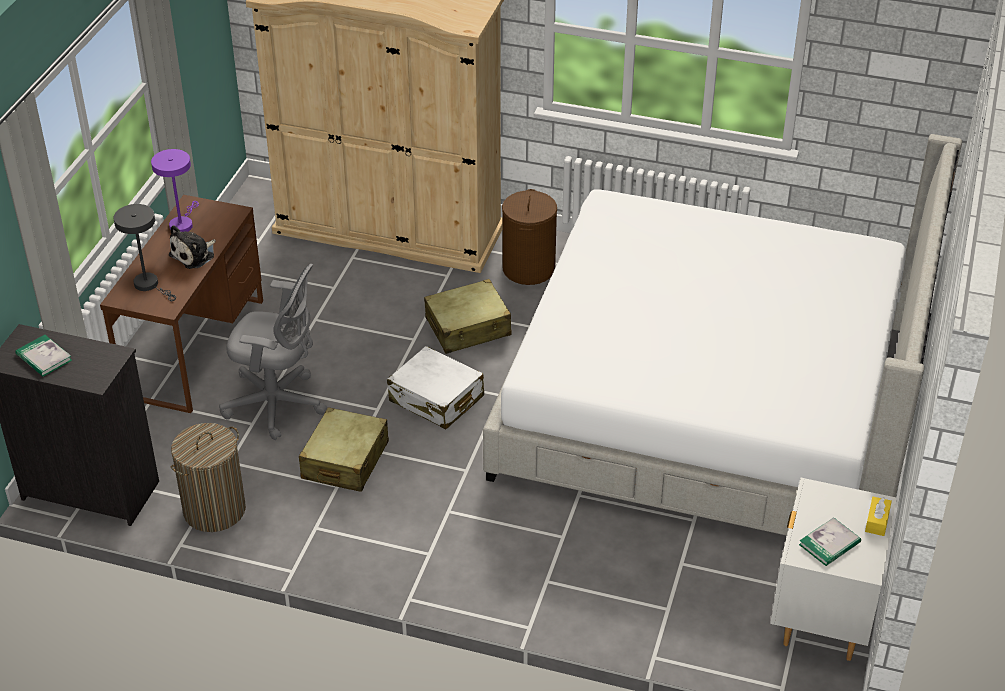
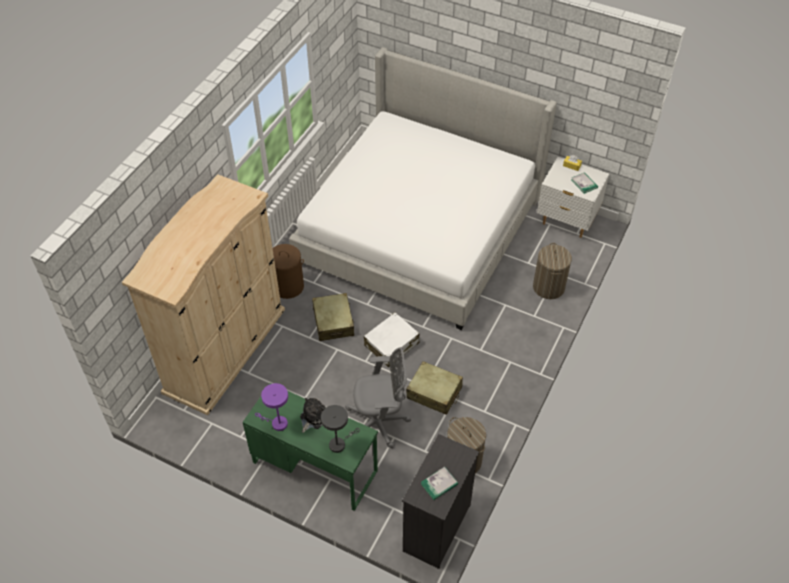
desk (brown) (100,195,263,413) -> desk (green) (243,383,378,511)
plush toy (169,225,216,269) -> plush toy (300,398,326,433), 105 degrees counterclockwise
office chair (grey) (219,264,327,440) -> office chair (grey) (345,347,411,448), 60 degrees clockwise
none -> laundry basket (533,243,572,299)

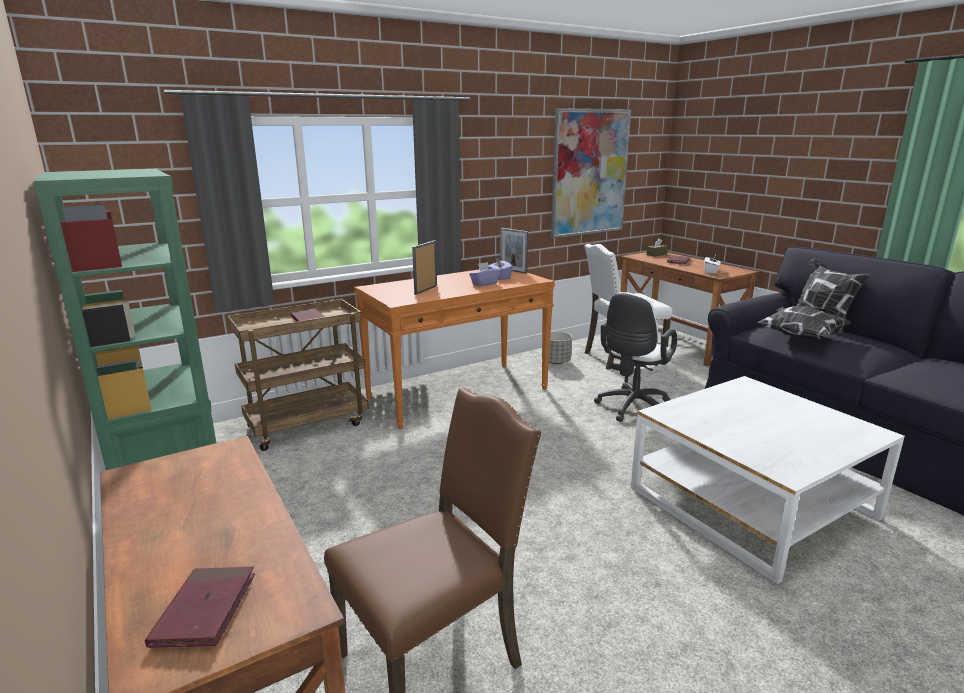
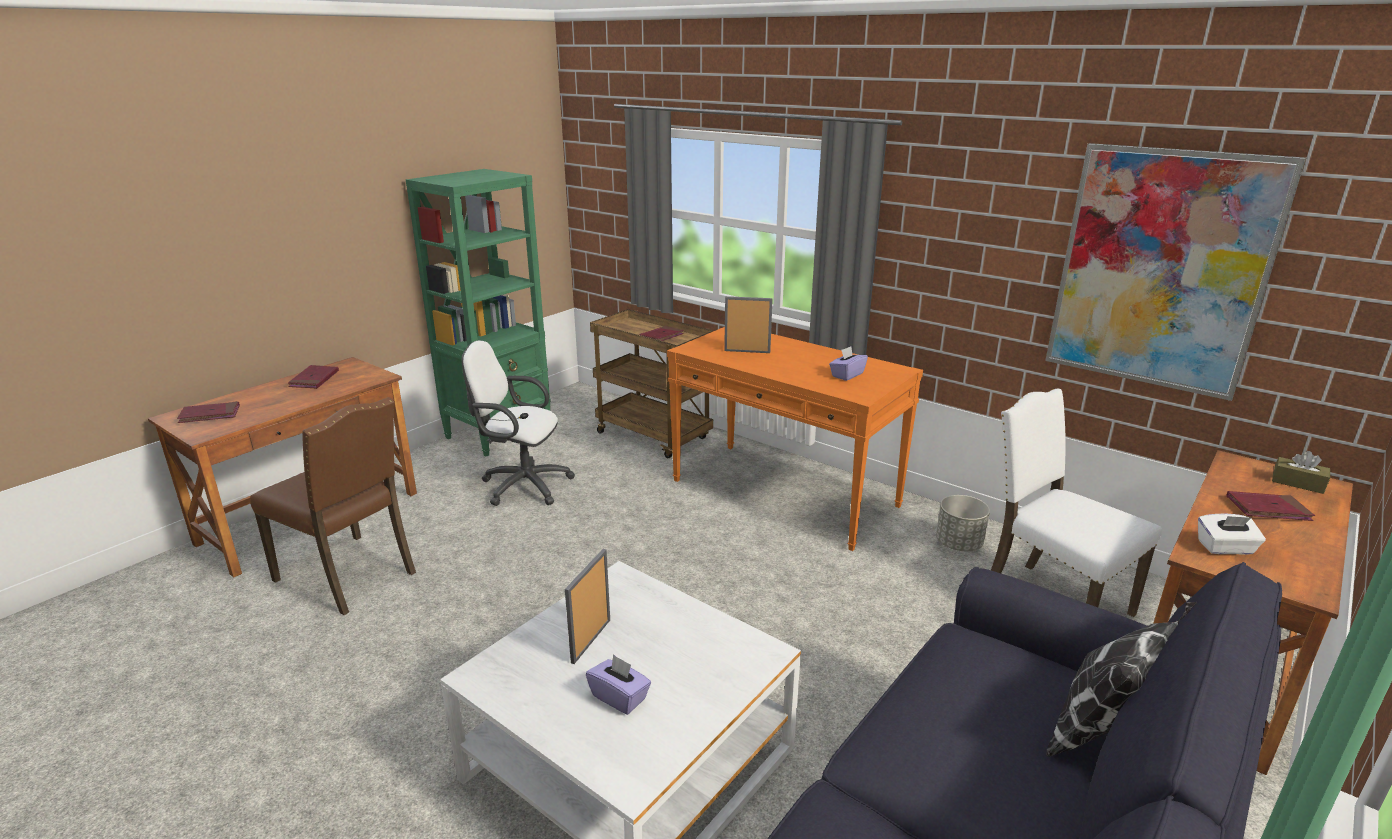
none -> book (red) (288,365,339,389)
office chair (white) (594,292,677,422) -> office chair (white) (462,340,575,506), move
picture frame (500,228,528,274) -> picture frame (565,549,610,664), move
tissue box (purple) (469,262,500,286) -> tissue box (purple) (586,654,651,715), move
pillow (757,306,851,339) -> none

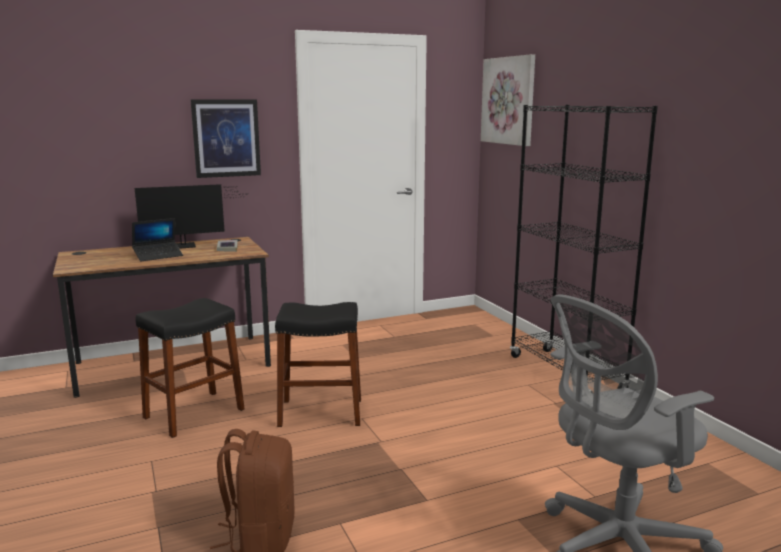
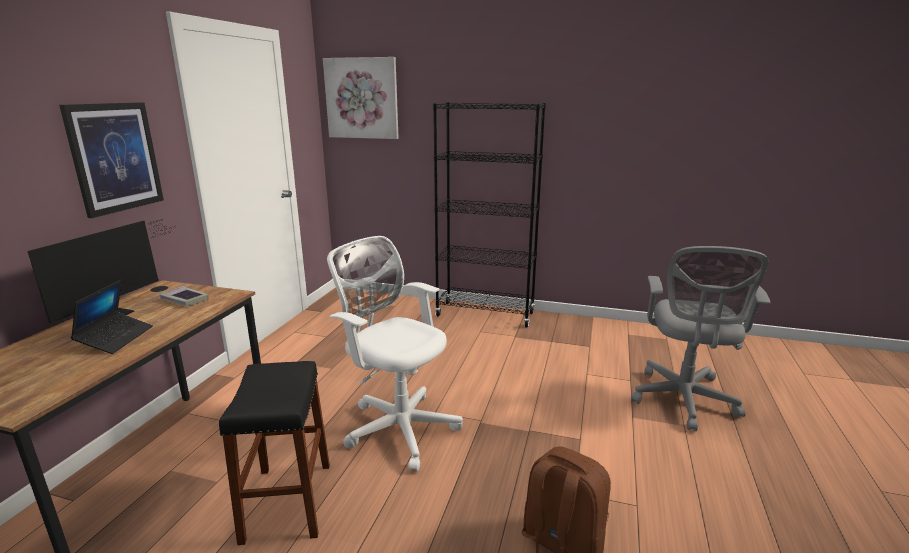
stool (black) (275,302,361,427) -> office chair (white) (327,236,463,472)

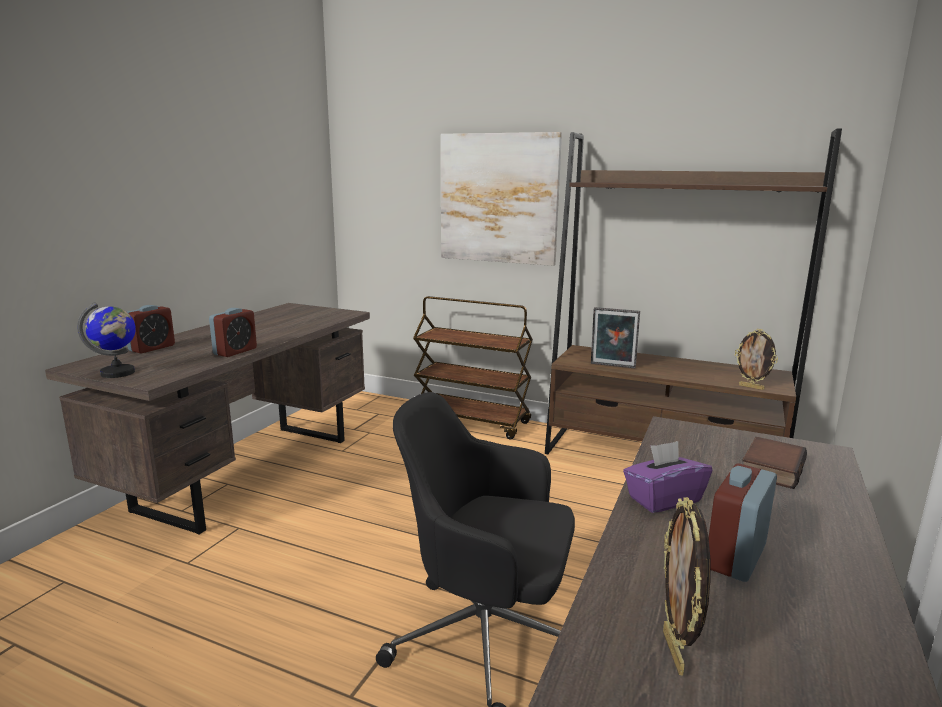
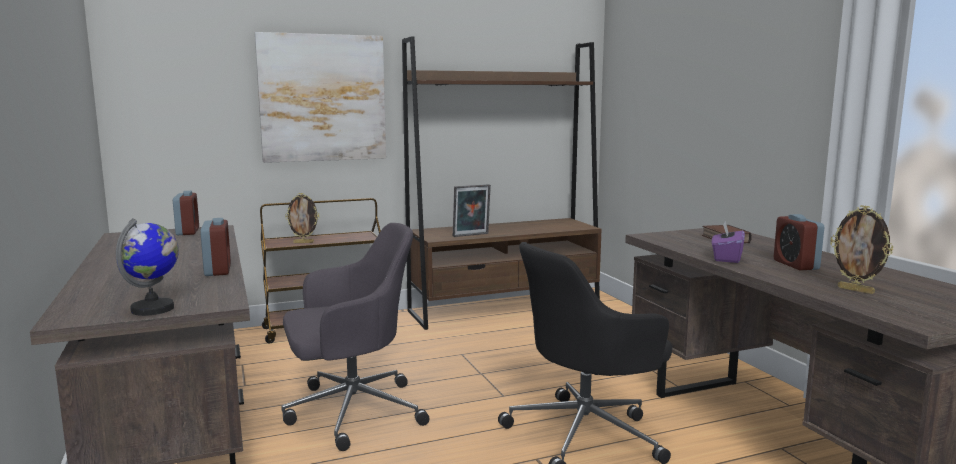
alarm clock (127,305,175,354) -> alarm clock (173,191,199,235), move
none -> office chair (grey) (282,223,430,451)
picture frame (735,329,778,390) -> picture frame (285,193,320,243), move

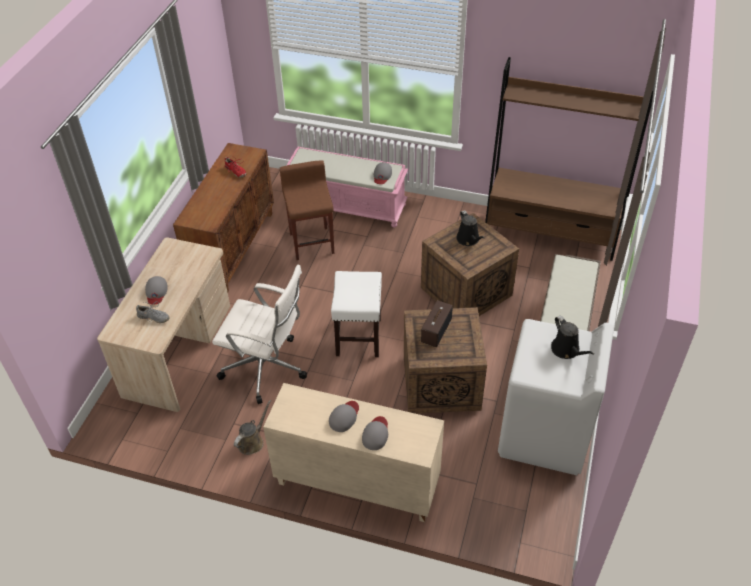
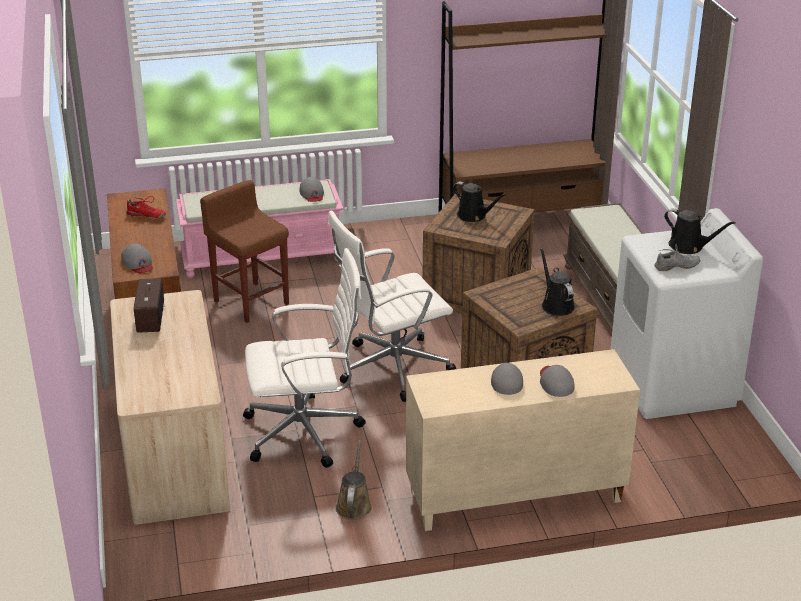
cap (grey) (145,276,168,305) -> cap (grey) (121,243,153,273), move
radio (421,300,453,347) -> radio (134,278,165,332), move
stool (white) (331,271,382,357) -> office chair (white) (328,210,456,402)
none -> watering can (black) (540,248,575,316)
shoe (grey) (136,301,170,323) -> shoe (grey) (654,244,700,271), move

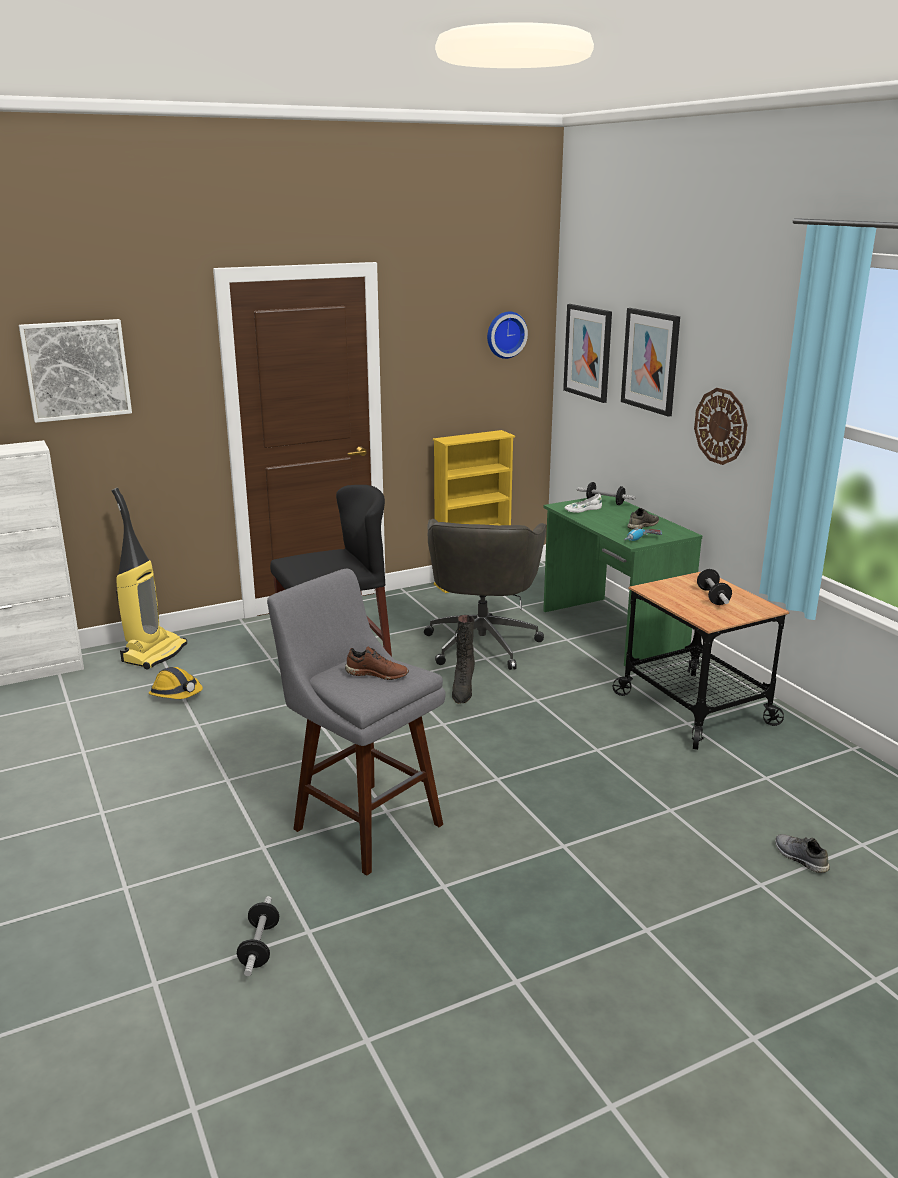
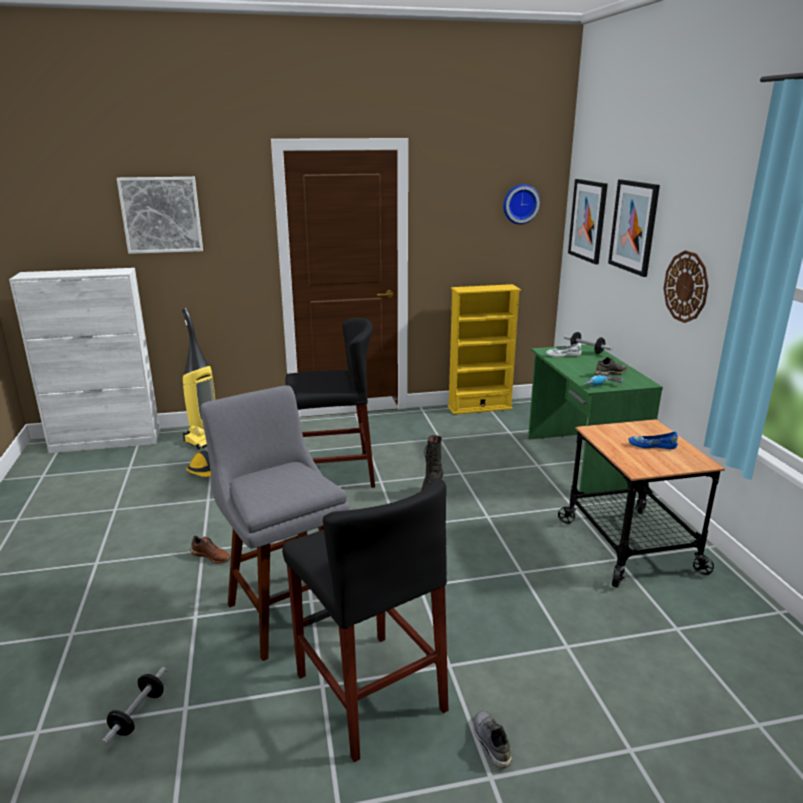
shoe (brown) (345,646,409,680) -> shoe (brown) (190,536,231,564), move
none -> stool (black) (282,478,449,763)
shoe (grey) (775,834,830,873) -> shoe (grey) (473,710,512,768), move
dumbbell (697,569,732,605) -> shoe (blue) (628,432,678,449)
office chair (grey) (424,519,546,670) -> none

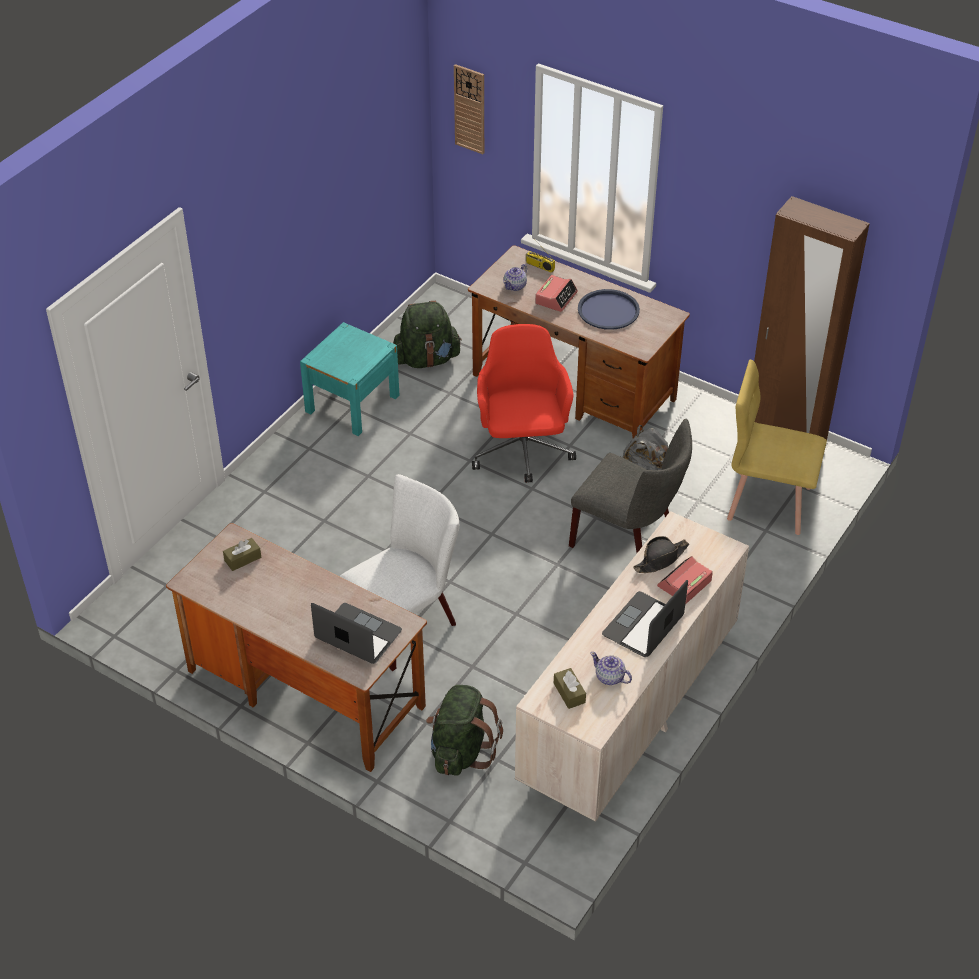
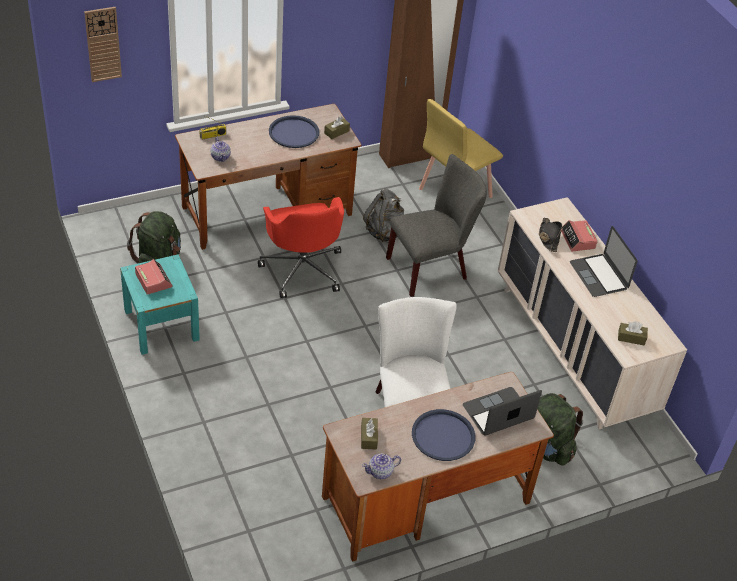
alarm clock (535,275,578,312) -> alarm clock (135,259,173,295), move
office chair (red) (472,324,576,483) -> office chair (red) (258,197,344,298), 135 degrees counterclockwise
none -> tissue box (brown) (324,116,350,139)
teapot (590,652,632,685) -> teapot (362,453,401,479), move
none -> tray (blue) (412,409,475,461)

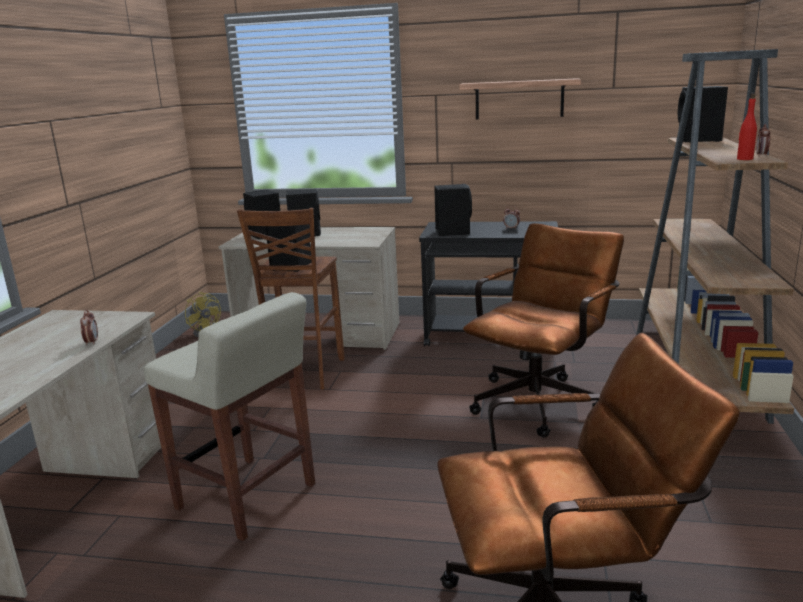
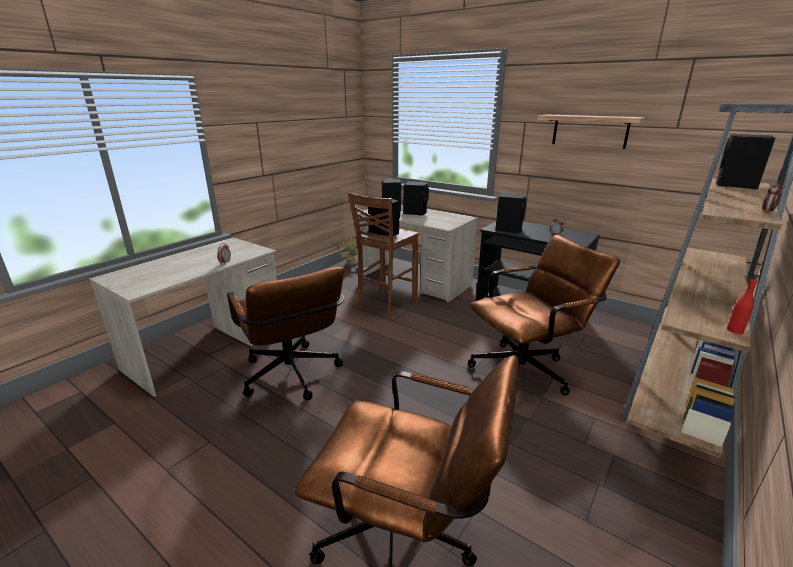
stool (beige) (144,292,315,541) -> office chair (brown) (227,267,345,400)
bottle (red) (737,93,757,160) -> bottle (red) (727,274,758,334), move

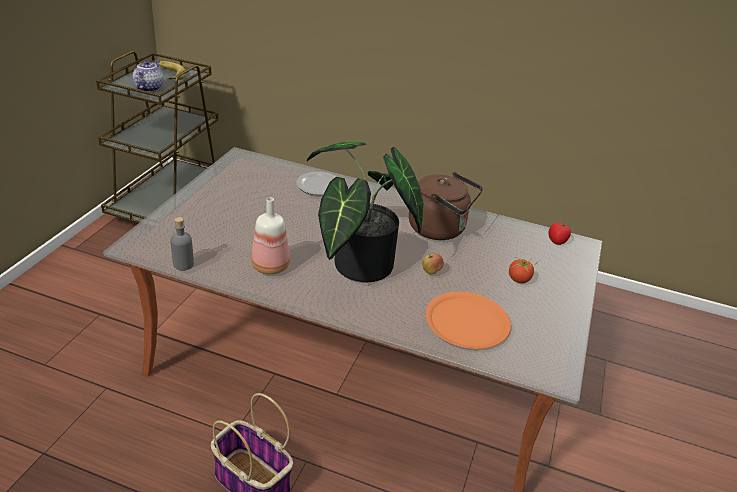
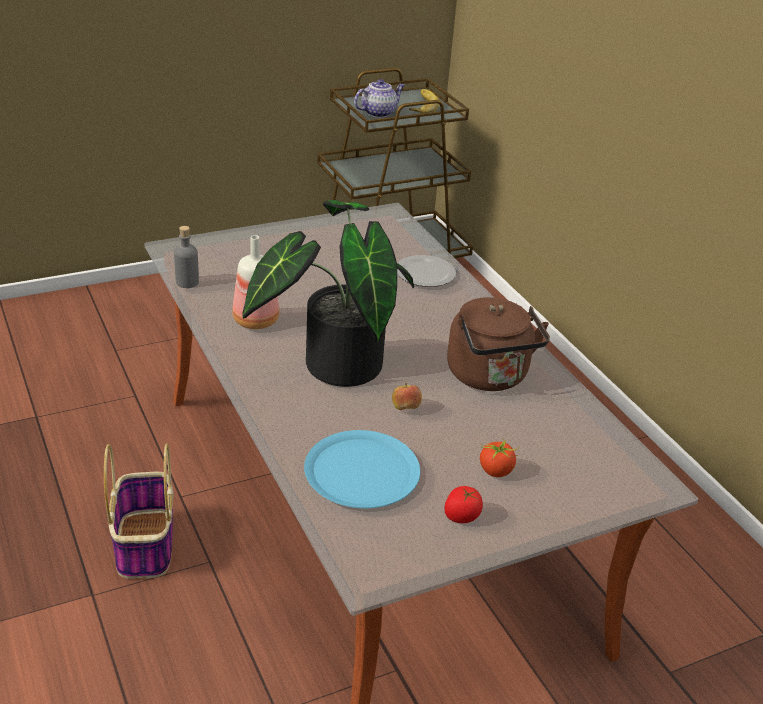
plate (orange) (425,291,511,349) -> plate (blue) (304,430,420,508)
tomato (548,223,571,245) -> tomato (444,486,483,523), move

